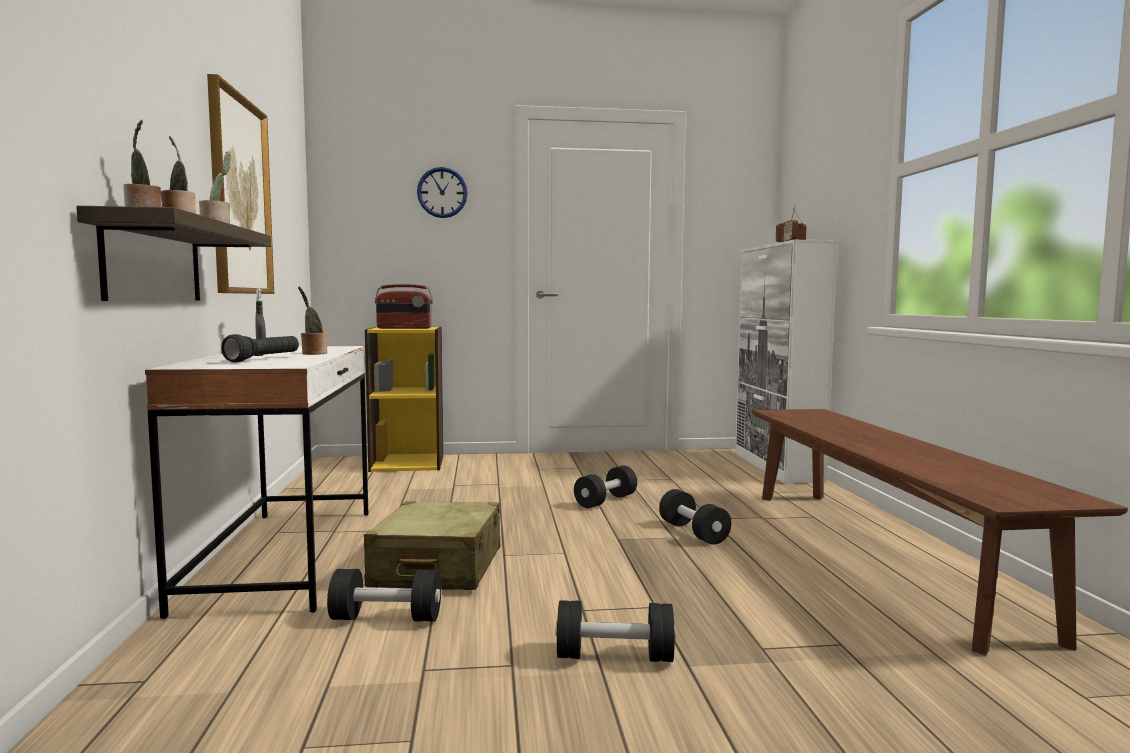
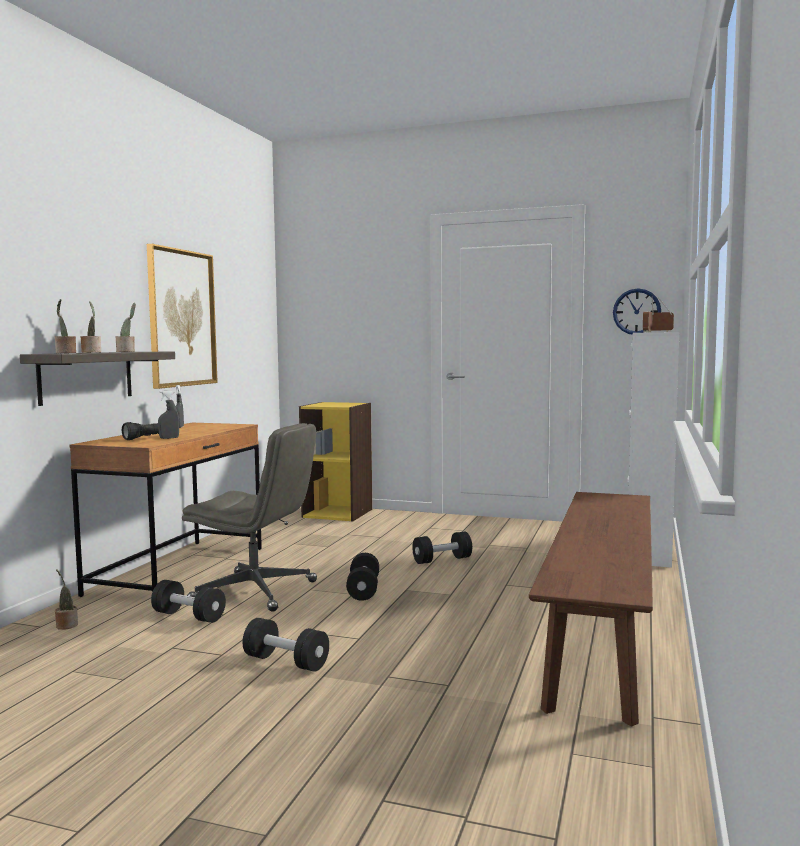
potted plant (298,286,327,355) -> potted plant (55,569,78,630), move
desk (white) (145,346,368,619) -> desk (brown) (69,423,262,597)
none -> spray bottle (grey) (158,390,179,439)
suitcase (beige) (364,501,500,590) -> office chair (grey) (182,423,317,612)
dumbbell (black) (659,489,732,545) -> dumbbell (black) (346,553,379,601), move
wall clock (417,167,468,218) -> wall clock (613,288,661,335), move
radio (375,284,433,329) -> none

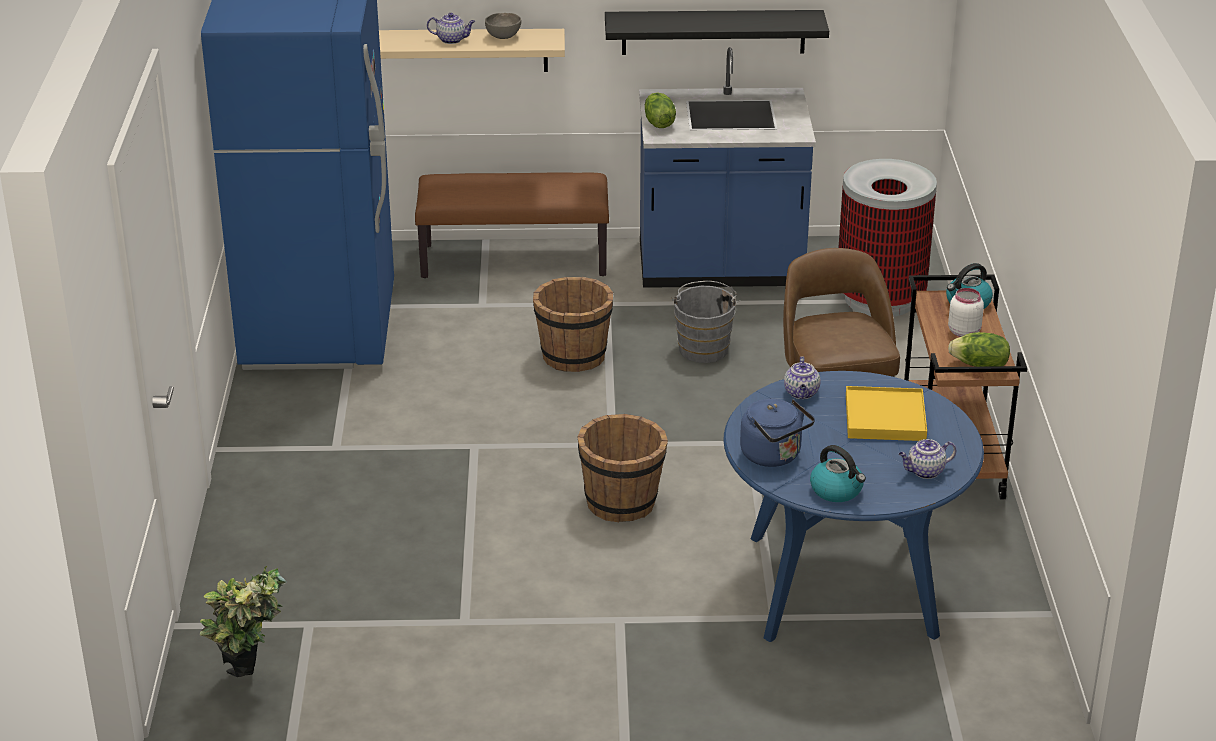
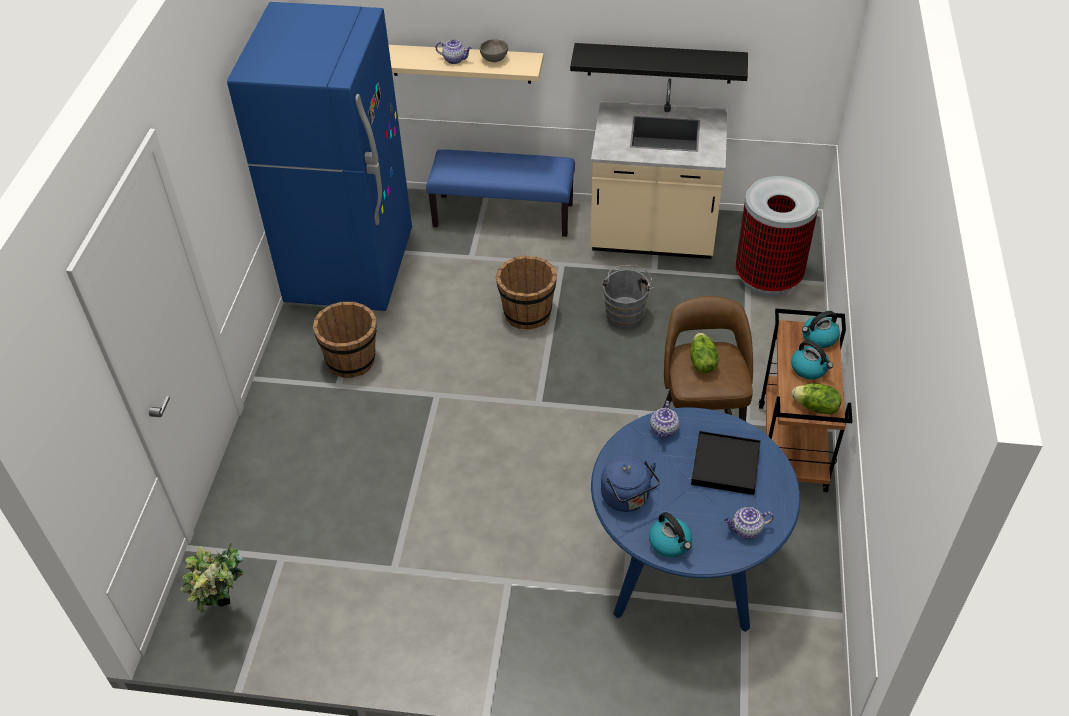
bucket (brown) (577,414,668,522) -> bucket (brown) (313,302,377,378), move
bench (brown) (415,172,609,278) -> bench (blue) (426,149,575,237)
counter (blue) (639,47,816,288) -> counter (beige) (591,78,727,259)
lettuce (645,93,676,128) -> lettuce (690,333,719,373), move
tray (yellow) (846,386,927,441) -> tray (black) (691,431,761,495)
jar (white) (948,288,984,337) -> kettle (791,340,833,380)

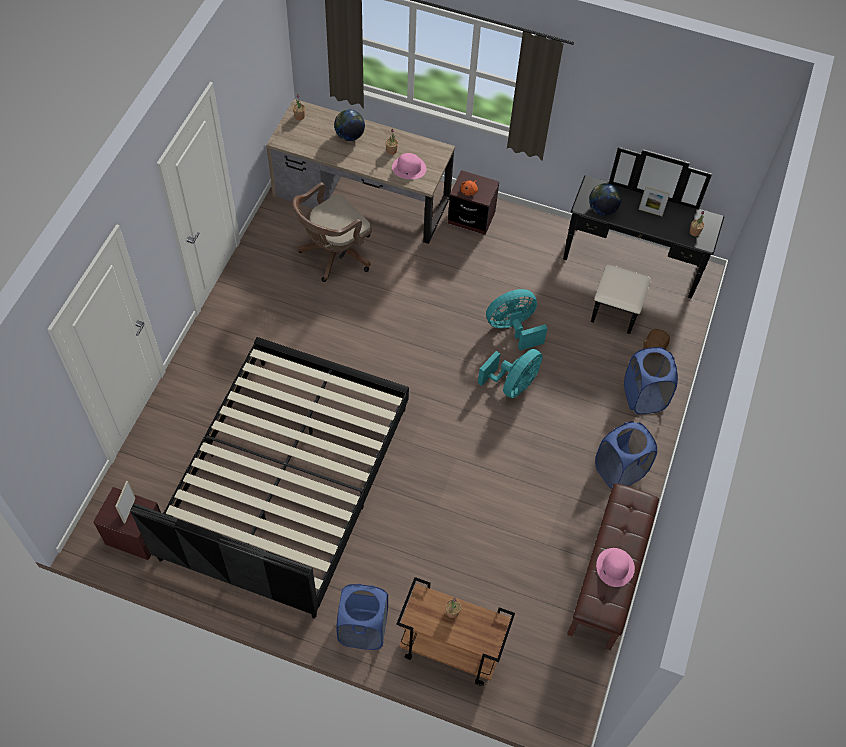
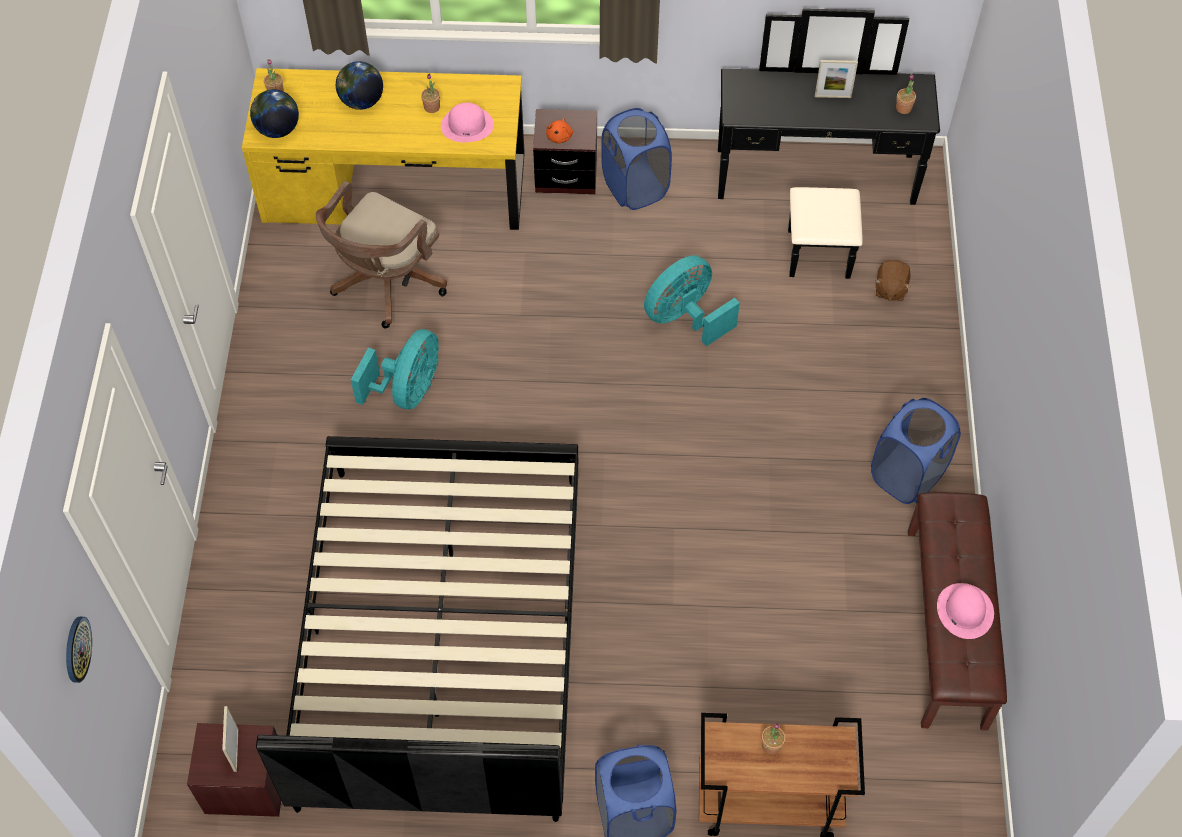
none -> wall clock (66,617,92,683)
desk (brown) (266,99,455,244) -> desk (yellow) (242,68,525,230)
globe (589,183,621,216) -> globe (250,89,299,138), move
fan (turquoise) (478,349,543,398) -> fan (turquoise) (351,329,439,409), move
laundry basket (blue) (624,347,678,414) -> laundry basket (blue) (601,108,672,210), move

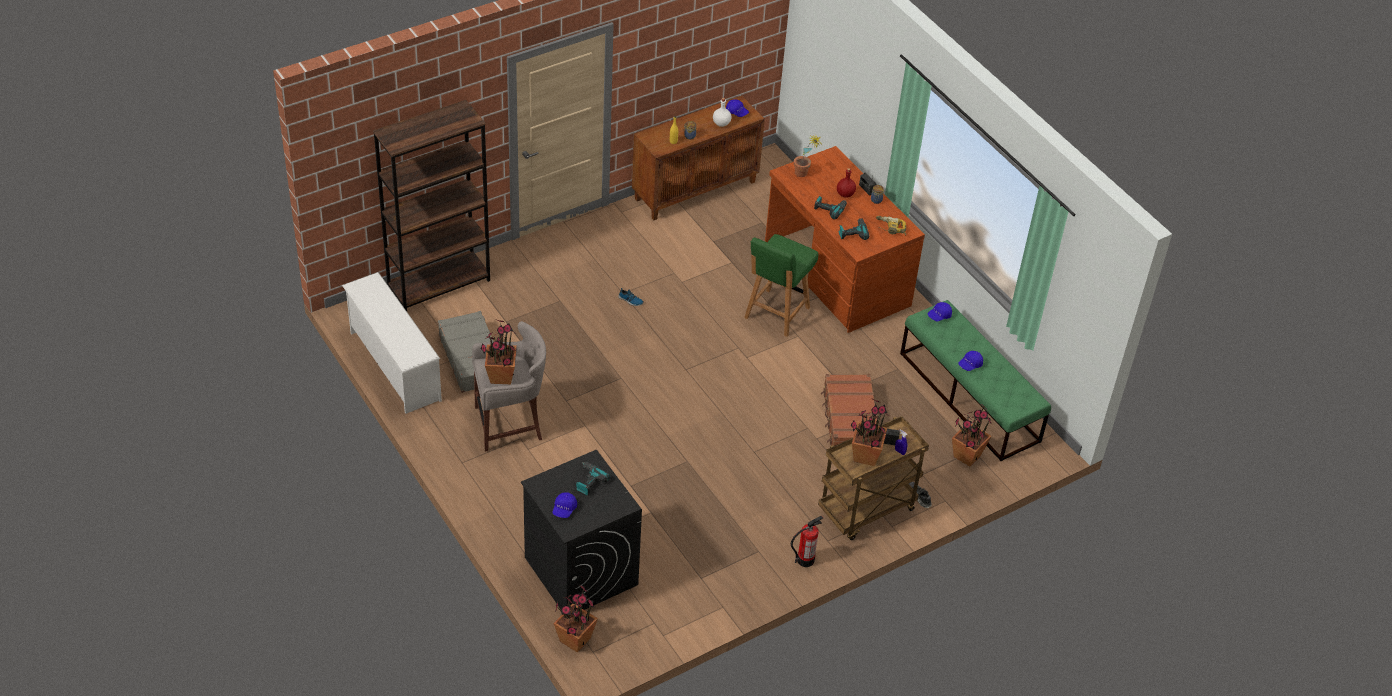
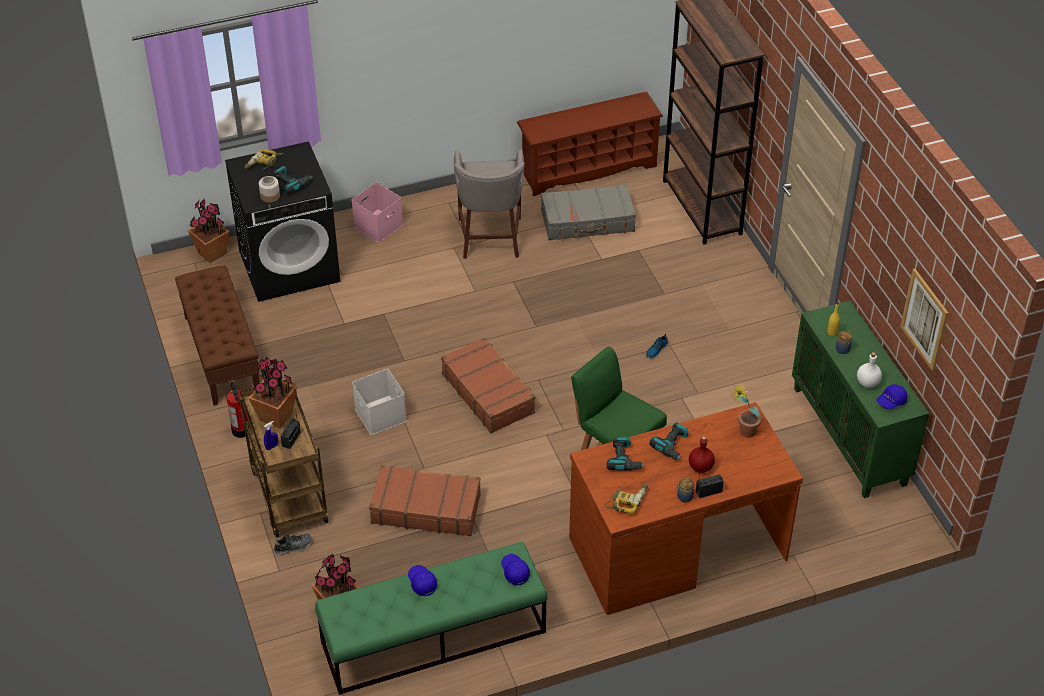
none -> bench (brown) (175,265,260,406)
cap (blue) (553,492,577,518) -> power drill (244,149,284,170)
none -> jar (259,176,280,203)
none -> storage box (pink) (351,182,403,243)
none -> storage box (white) (352,369,407,435)
none -> suitcase (brown) (441,338,535,433)
shoe rack (white) (342,272,442,414) -> shoe rack (brown) (517,92,663,196)
cabinet (brown) (632,96,765,220) -> cabinet (green) (792,301,929,498)
none -> picture (900,269,948,371)
potted plant (481,320,517,384) -> none

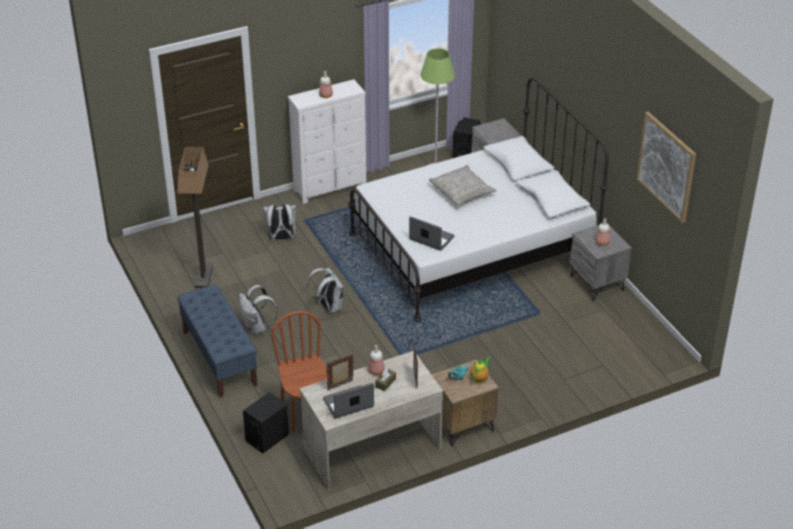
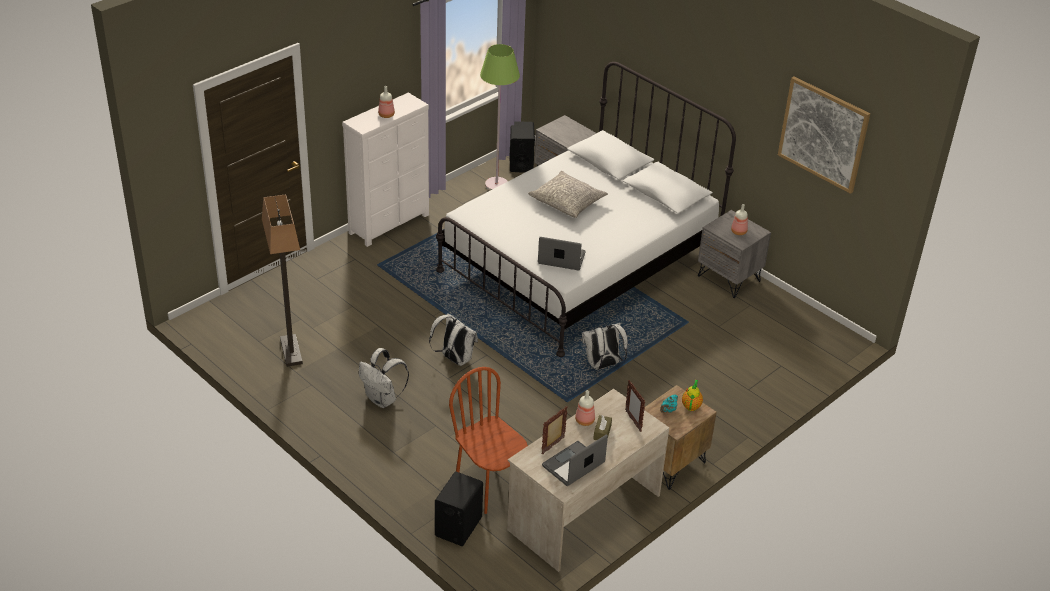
backpack (white) (263,203,297,240) -> backpack (white) (582,323,628,370), move
bench (blue) (177,285,257,398) -> none

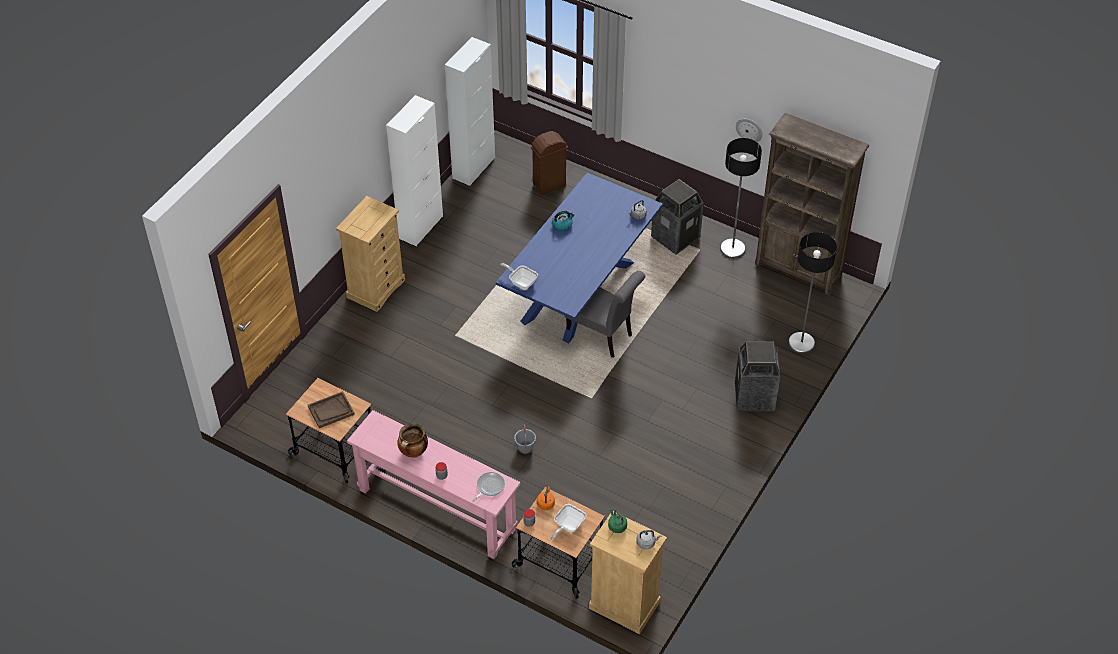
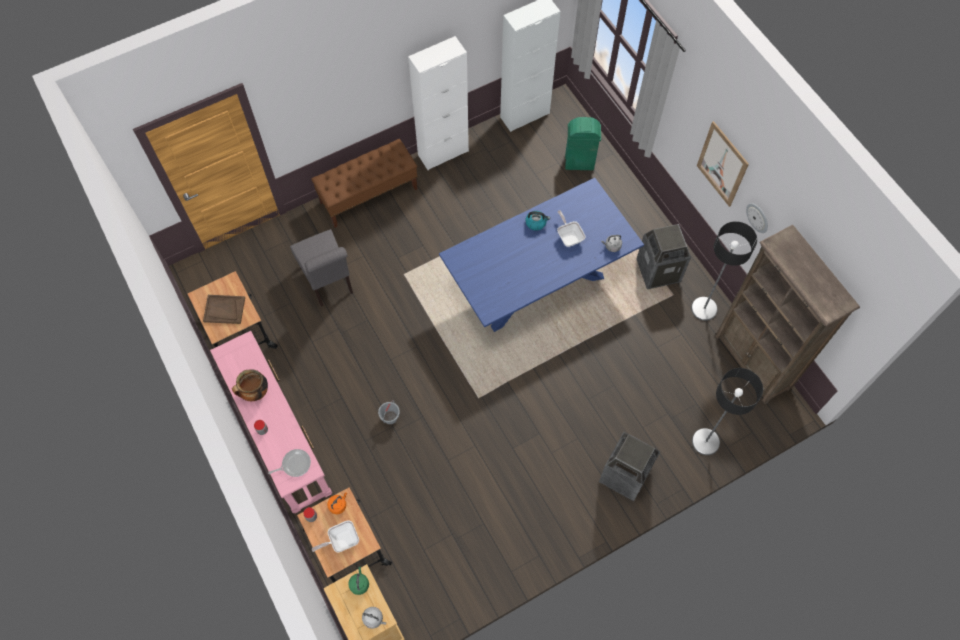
chair (grey) (564,271,645,358) -> chair (grey) (290,229,353,307), move
dresser (beige) (336,196,405,312) -> bench (brown) (311,139,418,228)
frying pan (500,263,538,290) -> frying pan (557,210,586,247), move
trash can (brown) (531,131,568,195) -> trash can (green) (565,117,601,170)
none -> picture (697,121,749,207)

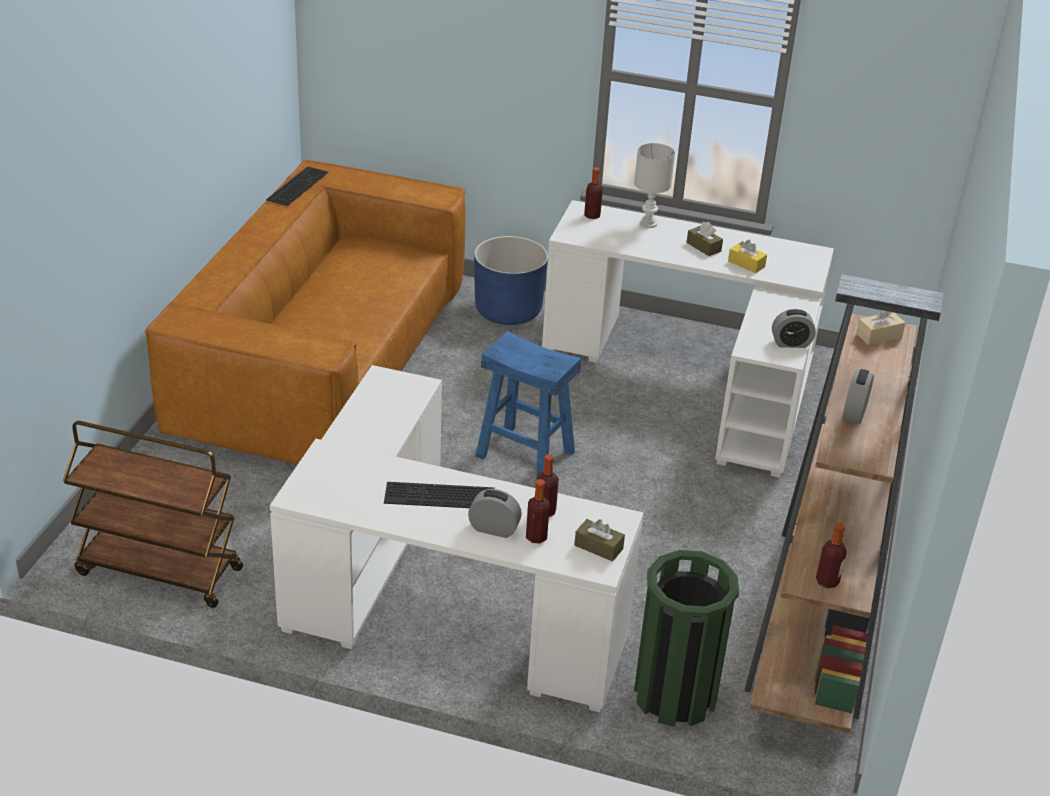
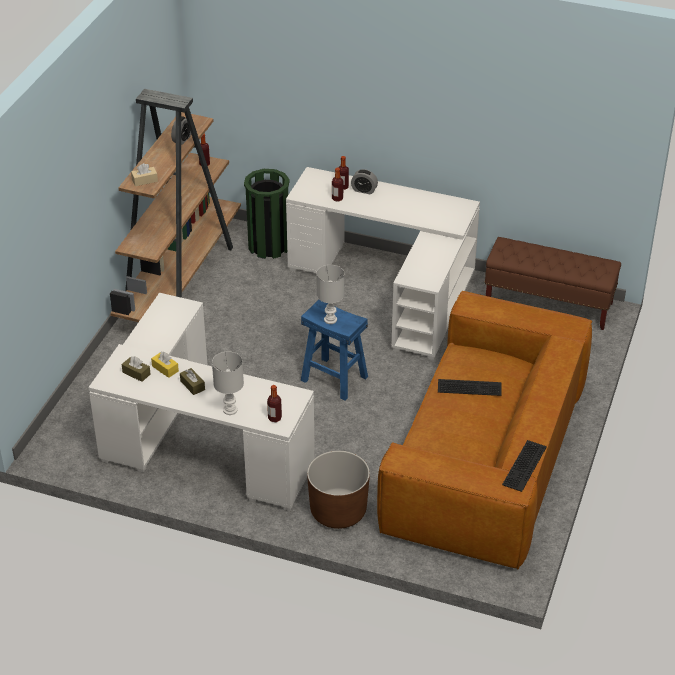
tissue box (brown) (574,519,625,562) -> tissue box (brown) (122,356,150,382), move
planter (blue) (474,236,548,325) -> planter (brown) (307,451,370,529)
none -> table lamp (white) (316,265,344,324)
keyboard (384,482,495,508) -> keyboard (438,379,502,396), move
cart (brown) (63,421,243,608) -> bench (brown) (485,237,621,330)
alarm clock (772,309,816,348) -> none

